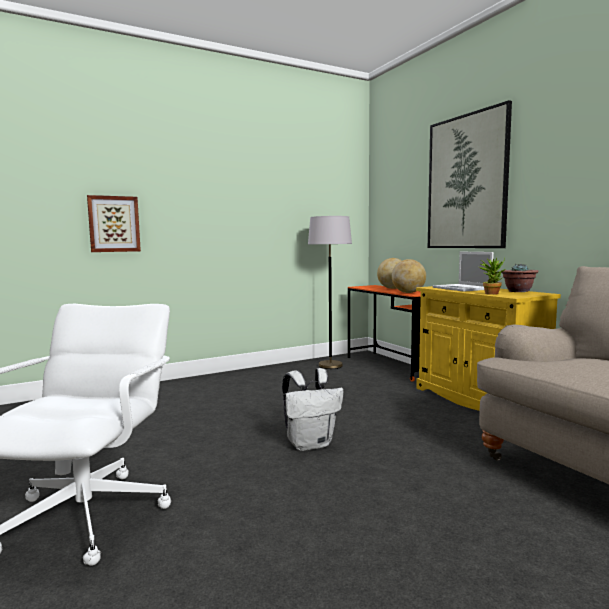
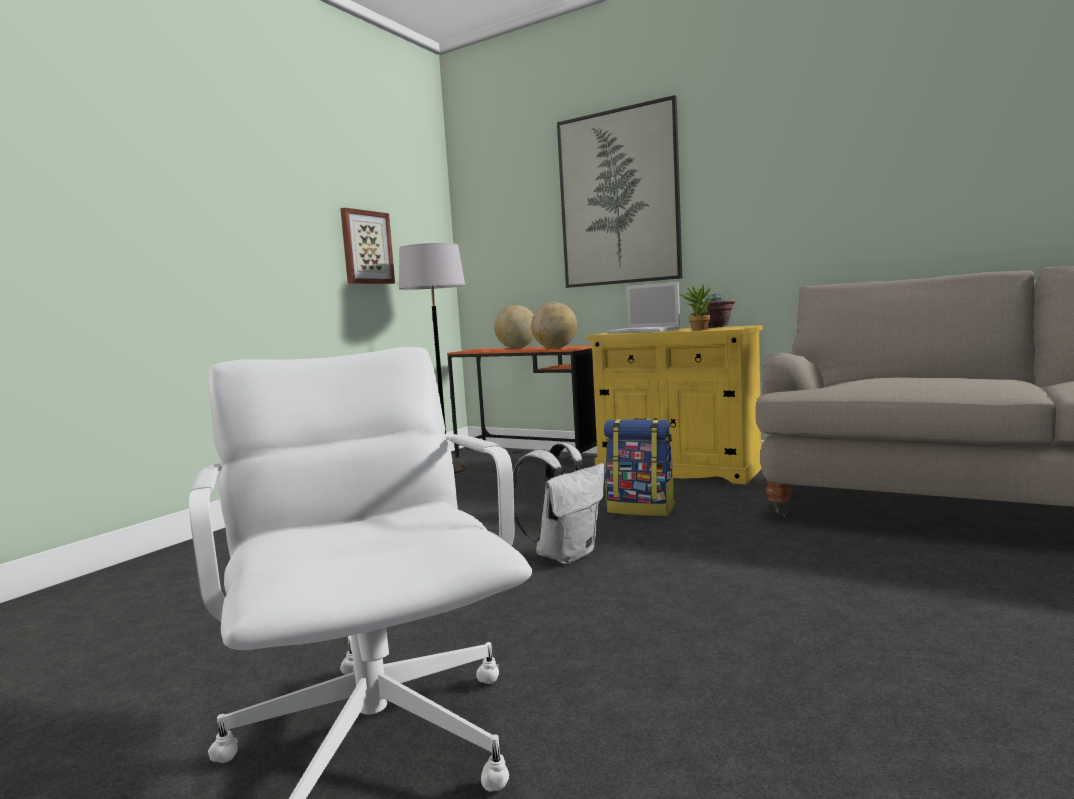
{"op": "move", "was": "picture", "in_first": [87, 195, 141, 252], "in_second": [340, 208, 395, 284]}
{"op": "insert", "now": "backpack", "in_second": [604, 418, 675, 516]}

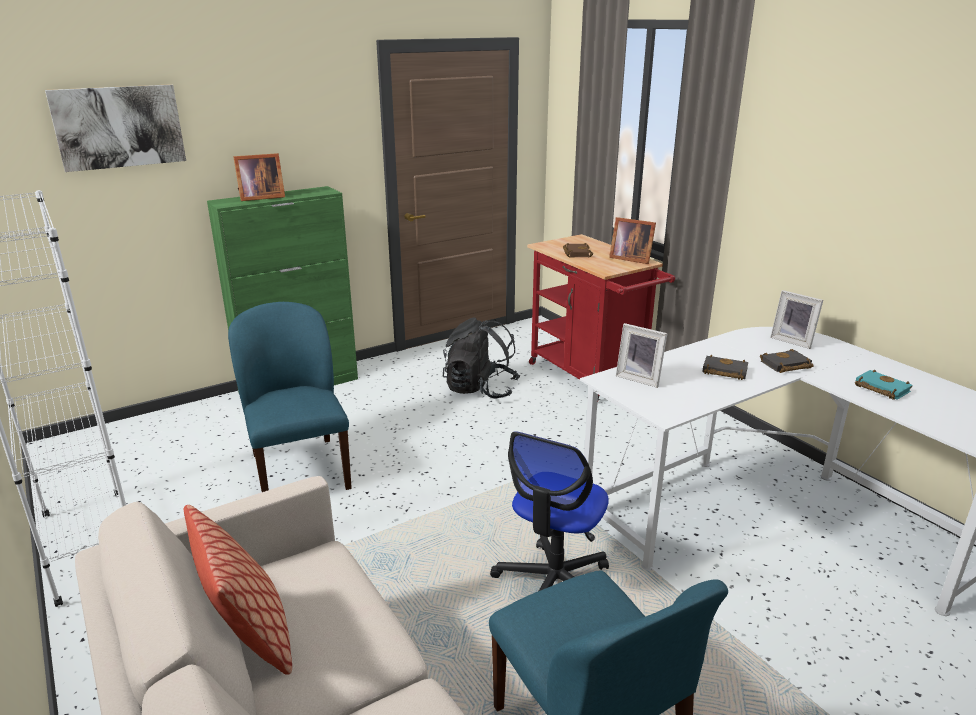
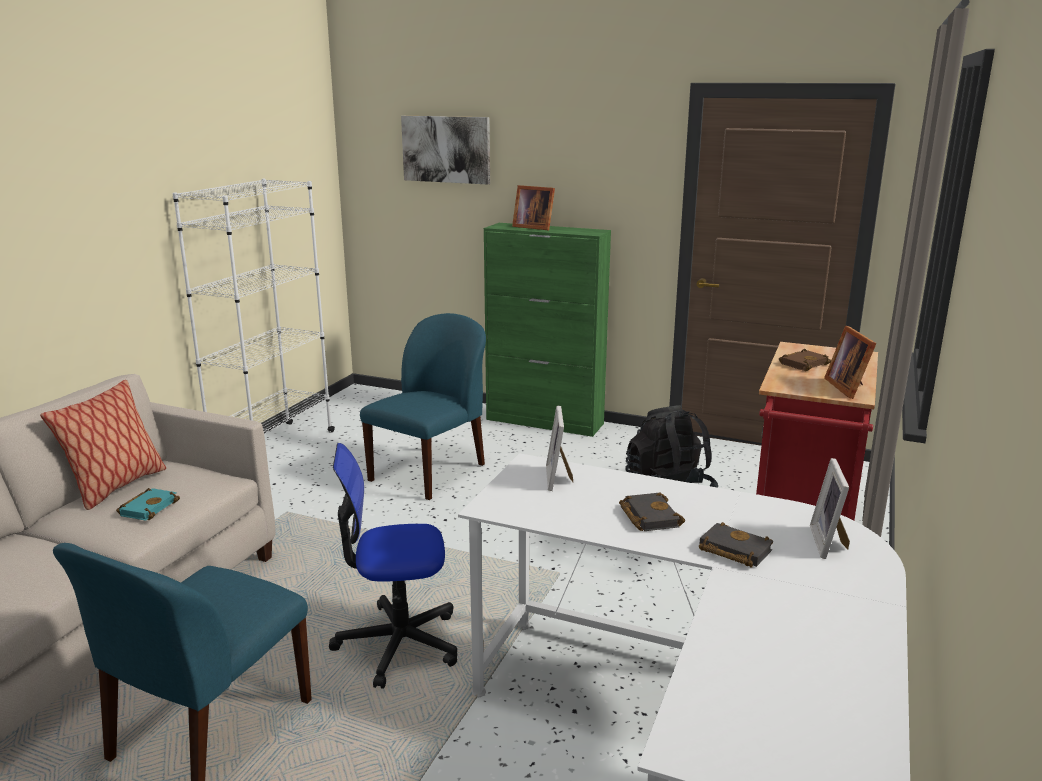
{"op": "move", "was": "book (turquoise)", "in_first": [855, 370, 913, 400], "in_second": [116, 488, 180, 521]}

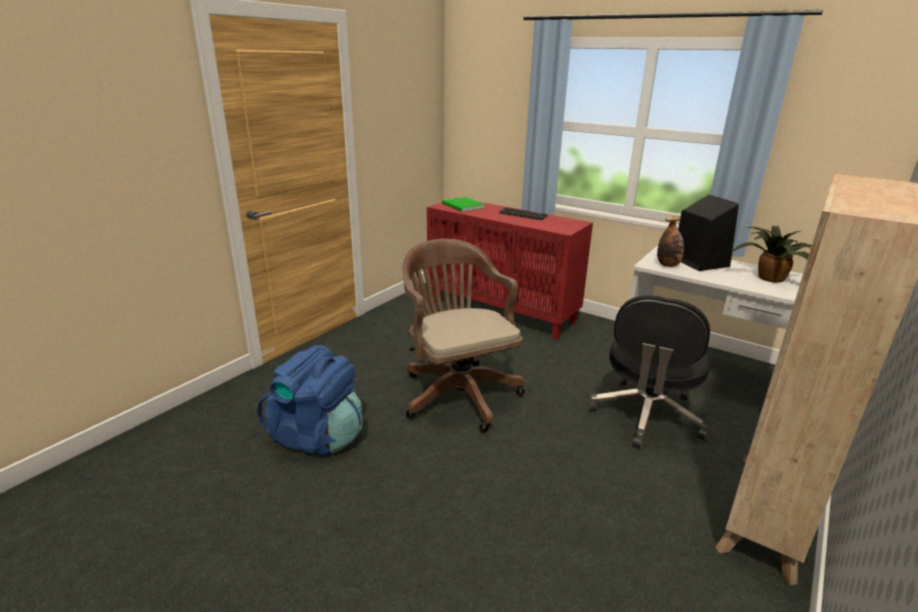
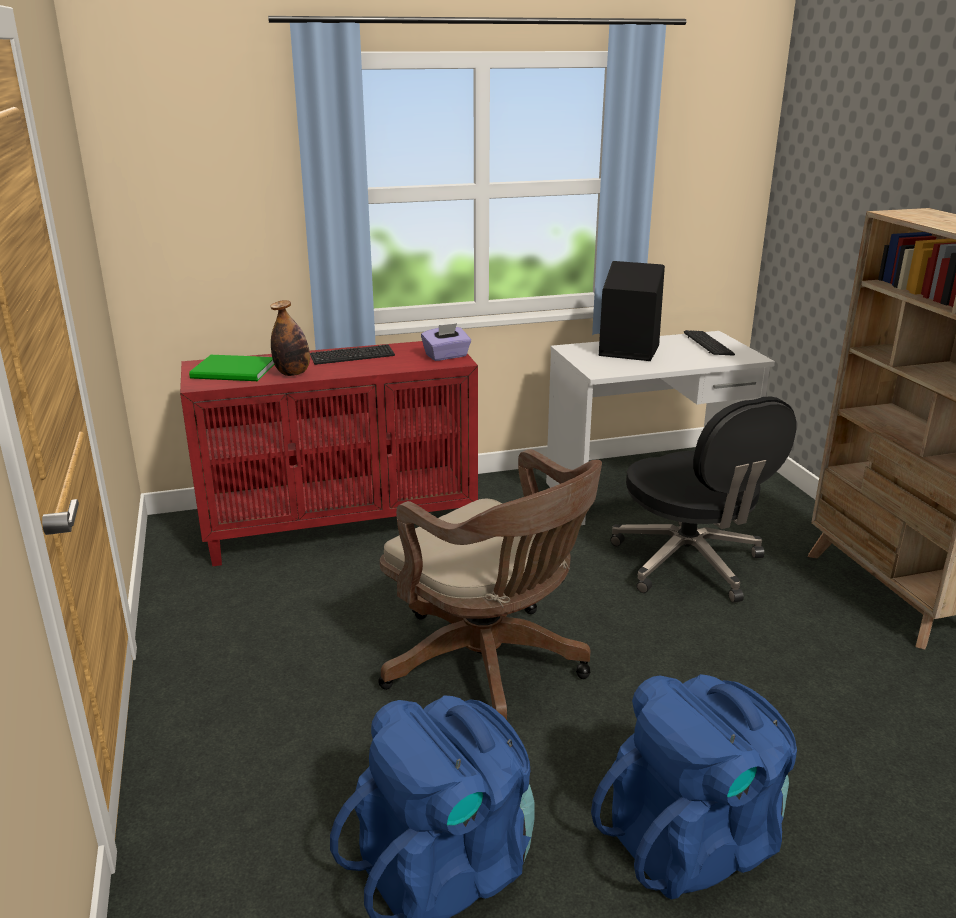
{"op": "move", "was": "bottle", "in_first": [657, 216, 684, 267], "in_second": [270, 300, 310, 376]}
{"op": "rotate", "was": "office chair (brown)", "in_first": [403, 239, 525, 433], "in_second": [378, 449, 602, 720], "clockwise": -150}
{"op": "insert", "now": "tissue box (purple)", "in_second": [421, 323, 471, 361]}
{"op": "insert", "now": "backpack (blue)", "in_second": [591, 674, 797, 899]}
{"op": "replace", "was": "potted plant", "now": "keyboard", "in_first": [732, 225, 812, 283], "in_second": [684, 330, 735, 355]}

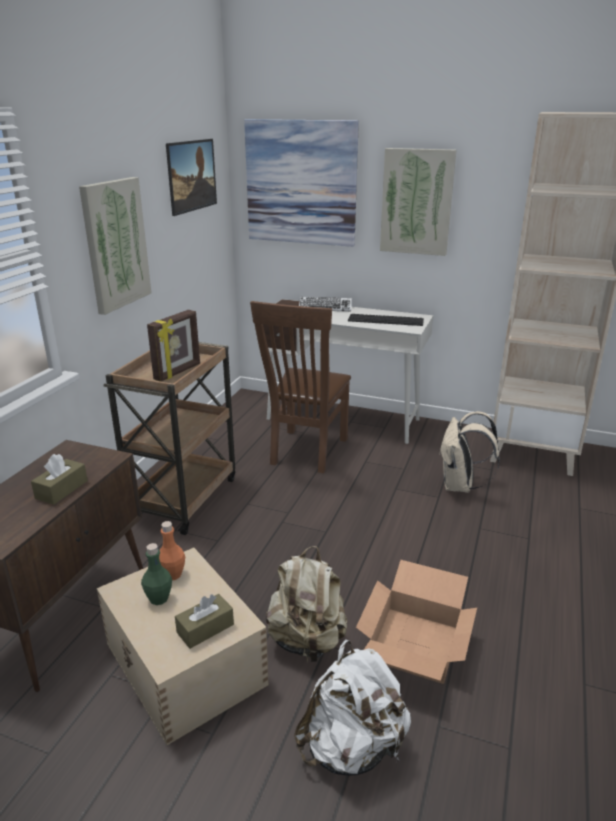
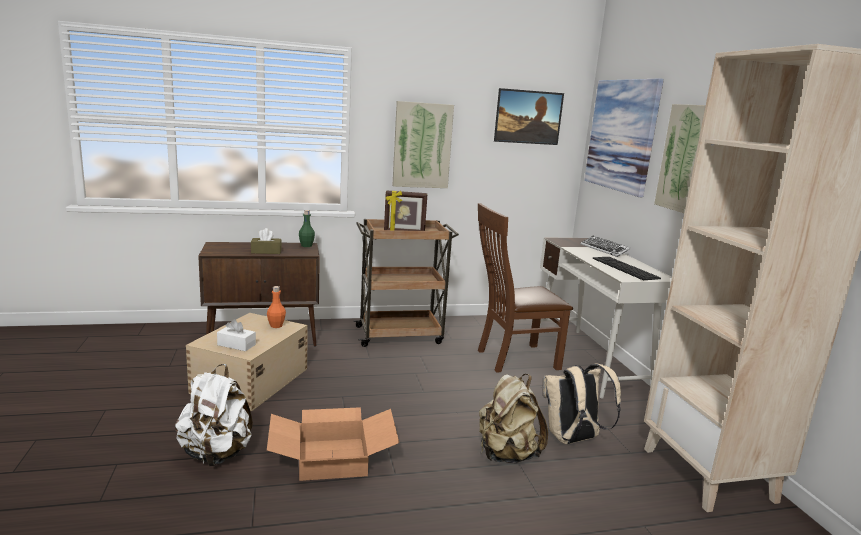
{"op": "recolor", "was": "tissue box (brown)", "now": "tissue box (white)", "in_first": [175, 594, 234, 649], "in_second": [217, 319, 256, 351]}
{"op": "move", "was": "bottle (green)", "in_first": [141, 543, 172, 605], "in_second": [299, 210, 315, 247]}
{"op": "move", "was": "backpack (beige)", "in_first": [266, 546, 347, 664], "in_second": [479, 374, 548, 463]}

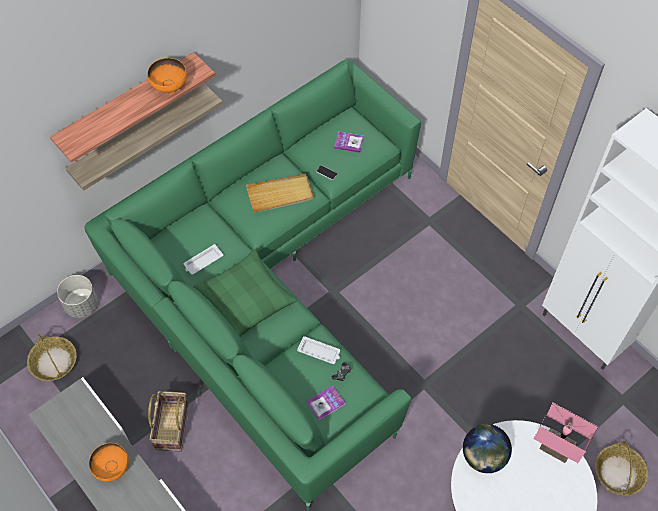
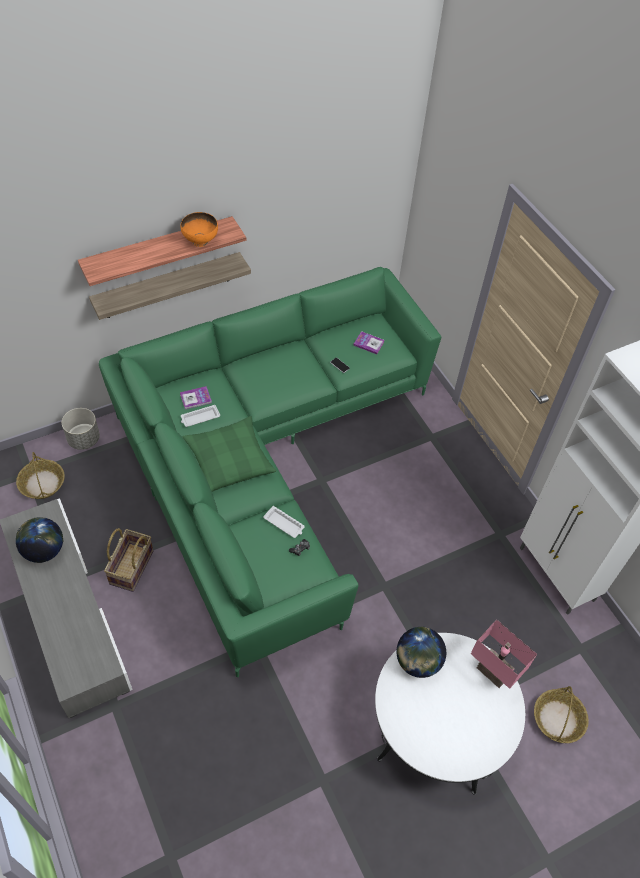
{"op": "insert", "now": "globe", "in_second": [16, 517, 64, 563]}
{"op": "move", "was": "book", "in_first": [307, 386, 346, 421], "in_second": [180, 386, 212, 409]}
{"op": "delete", "was": "bowl (orange)", "in_first": [89, 443, 129, 482]}
{"op": "delete", "was": "tray (beige)", "in_first": [246, 174, 314, 213]}

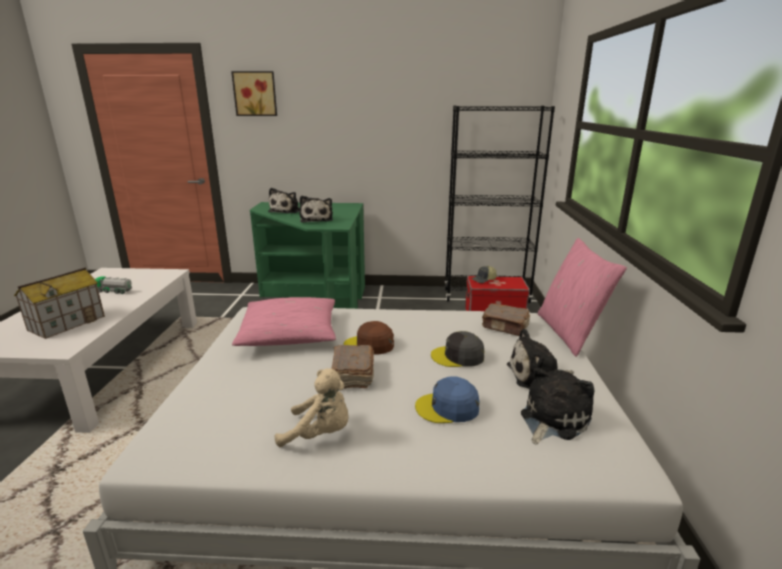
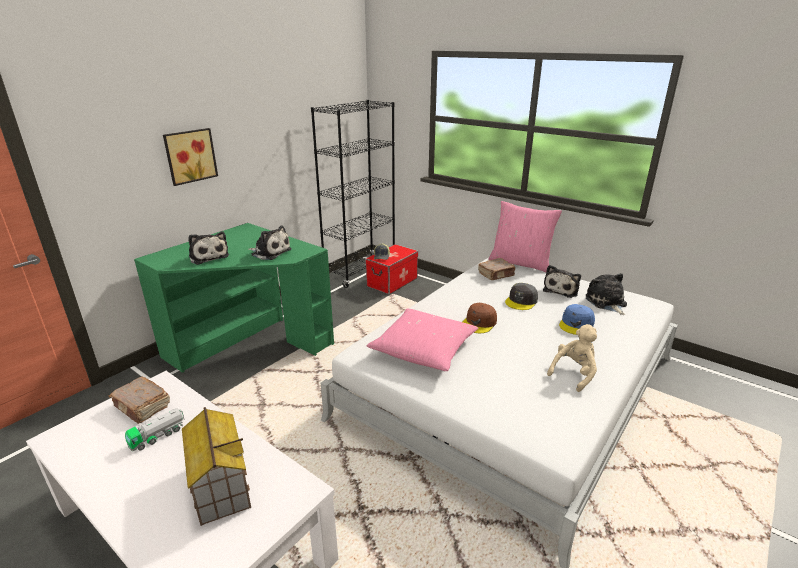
{"op": "move", "was": "book (brown)", "in_first": [331, 345, 374, 388], "in_second": [108, 377, 170, 424]}
{"op": "move", "was": "picture", "in_first": [231, 71, 277, 116], "in_second": [163, 128, 218, 186]}

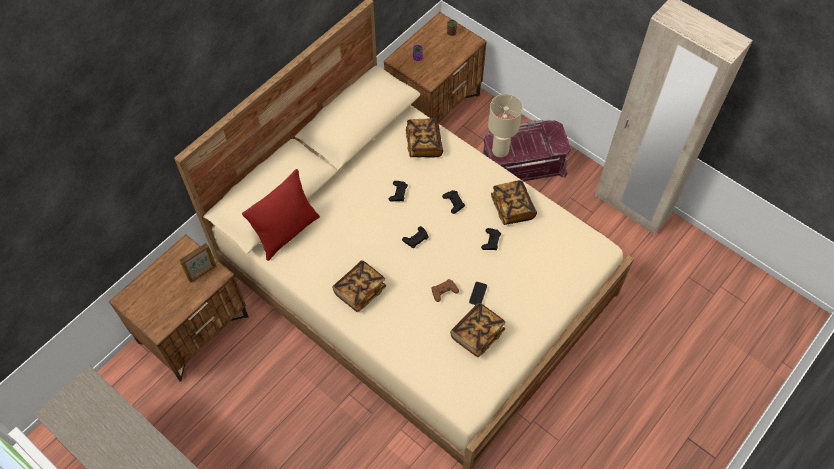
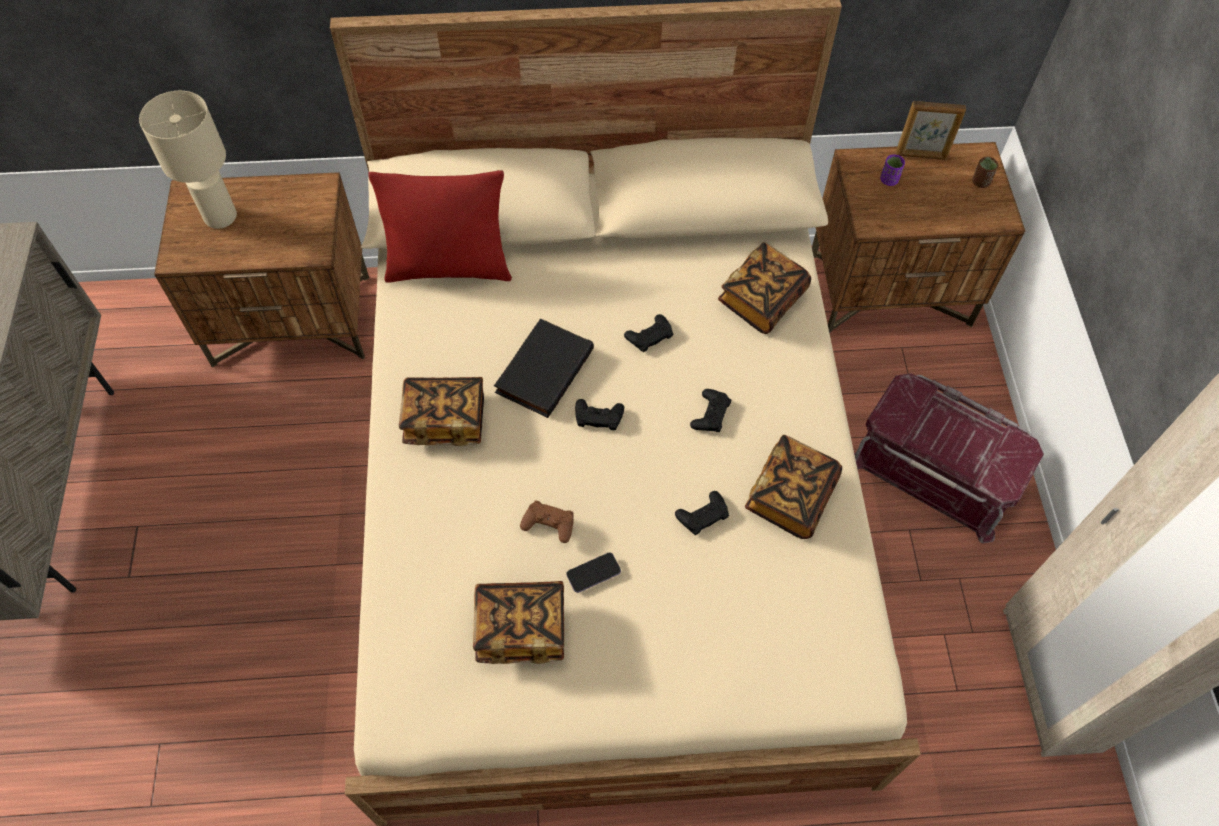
{"op": "move", "was": "table lamp (beige)", "in_first": [488, 94, 523, 157], "in_second": [139, 91, 237, 229]}
{"op": "insert", "now": "book (black)", "in_second": [494, 318, 594, 418]}
{"op": "move", "was": "picture frame", "in_first": [179, 243, 216, 283], "in_second": [896, 101, 966, 160]}

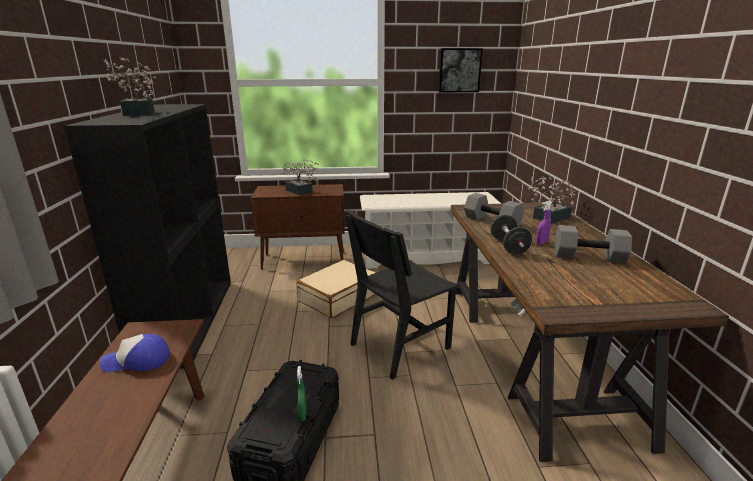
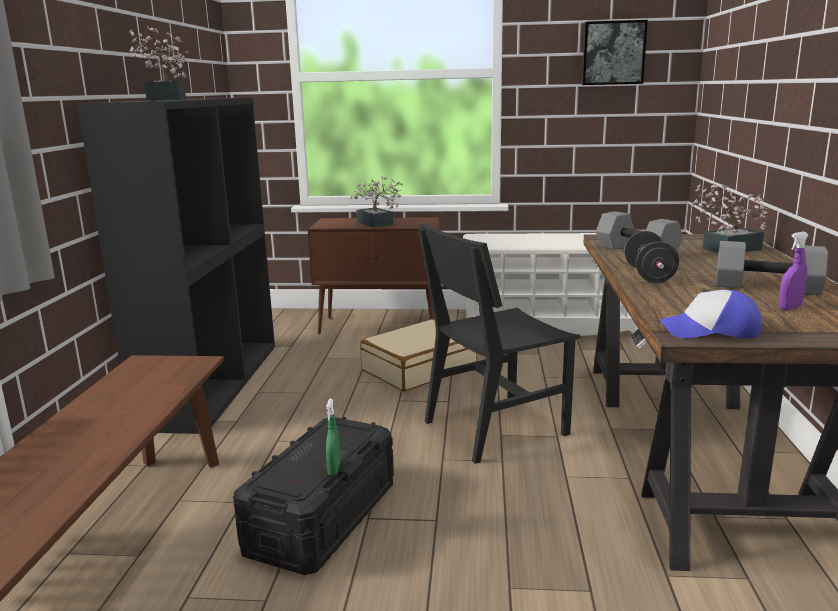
{"op": "move", "was": "cap", "in_first": [100, 334, 170, 372], "in_second": [659, 290, 762, 338]}
{"op": "move", "was": "spray bottle (purple)", "in_first": [536, 200, 552, 245], "in_second": [779, 232, 809, 310]}

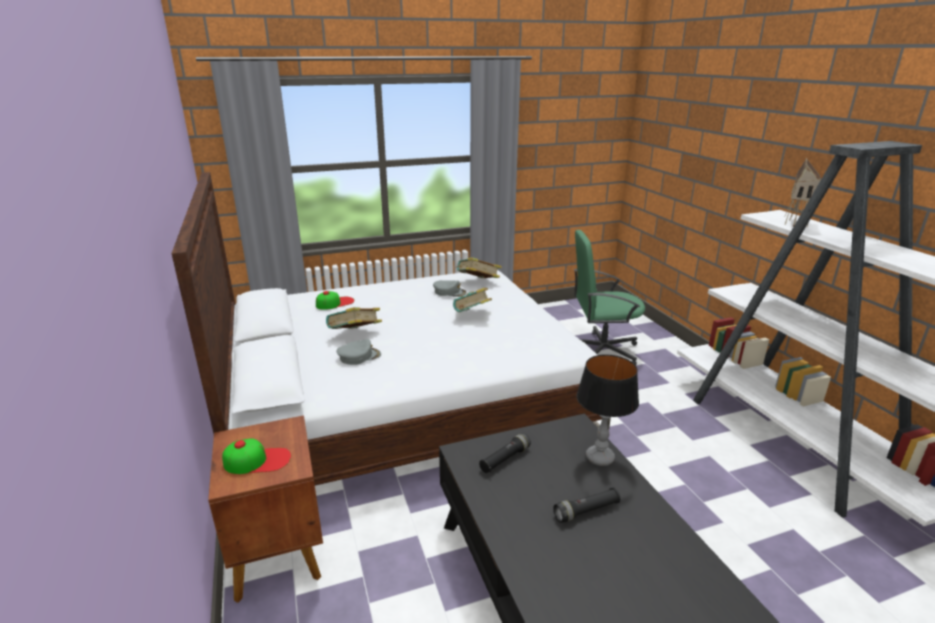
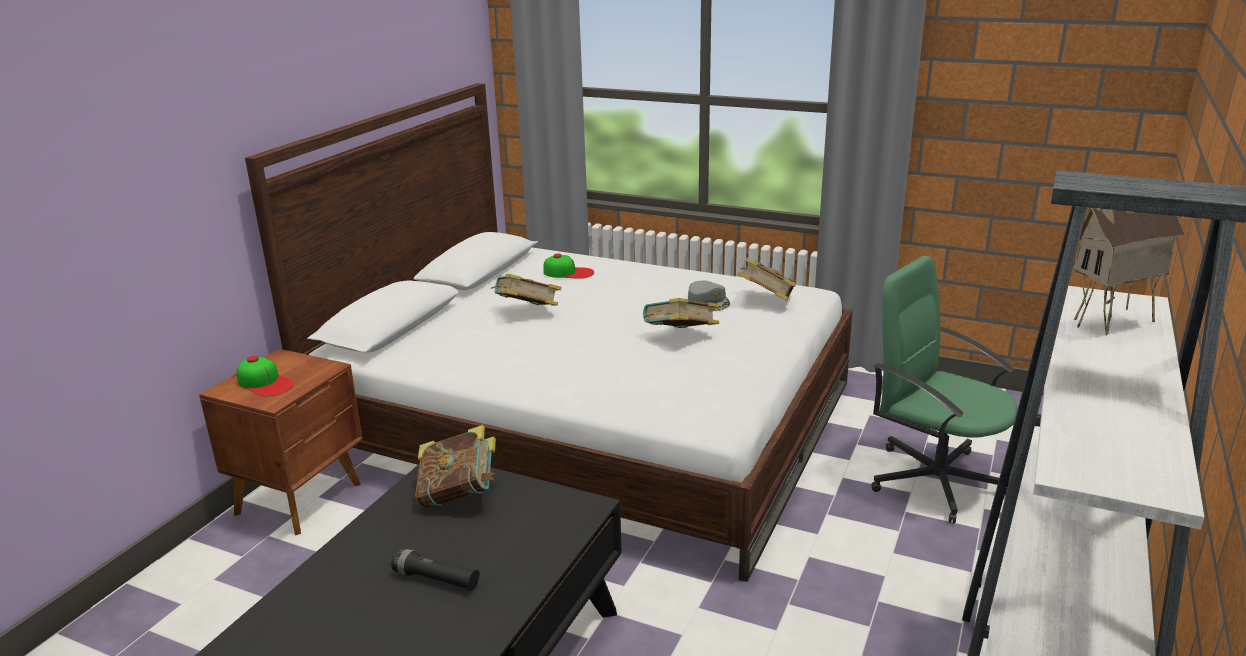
{"op": "replace", "was": "flashlight (black)", "now": "book", "in_first": [479, 433, 531, 473], "in_second": [415, 425, 496, 508]}
{"op": "delete", "was": "cap (grey)", "in_first": [336, 339, 381, 365]}
{"op": "delete", "was": "table lamp", "in_first": [576, 354, 639, 466]}

